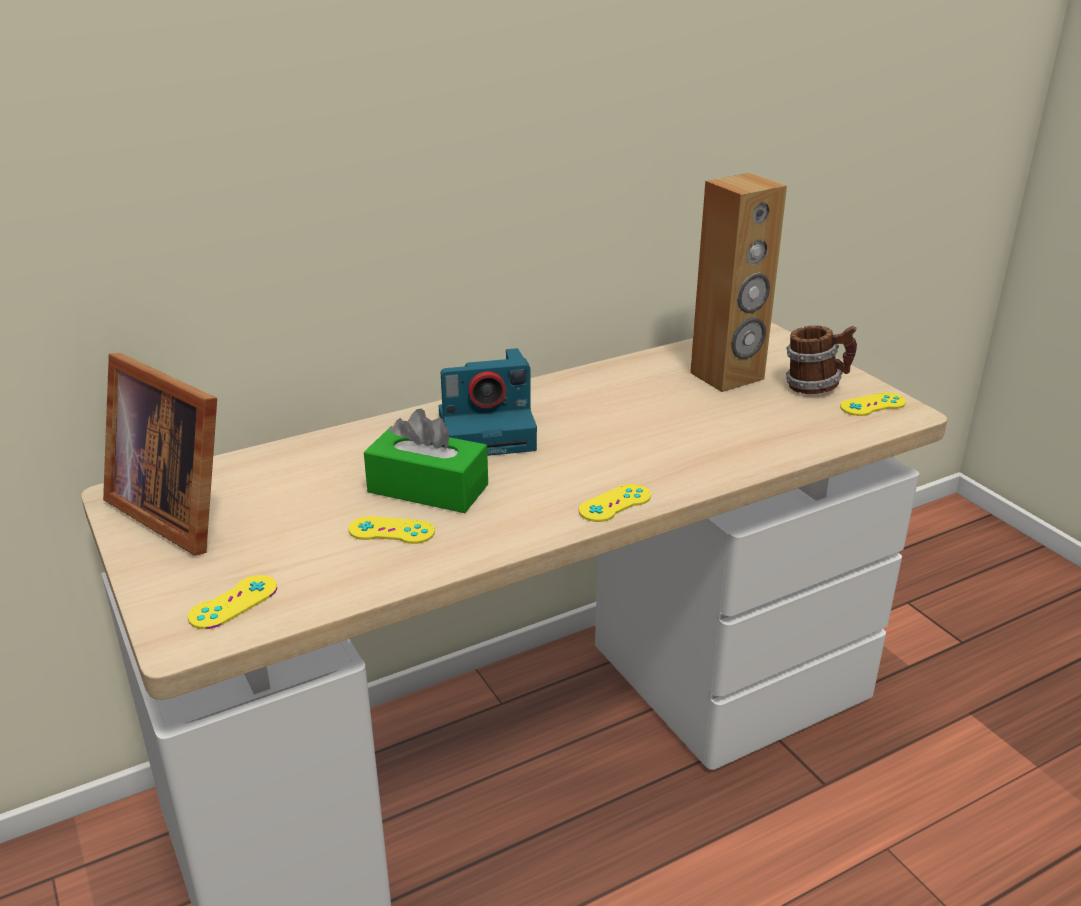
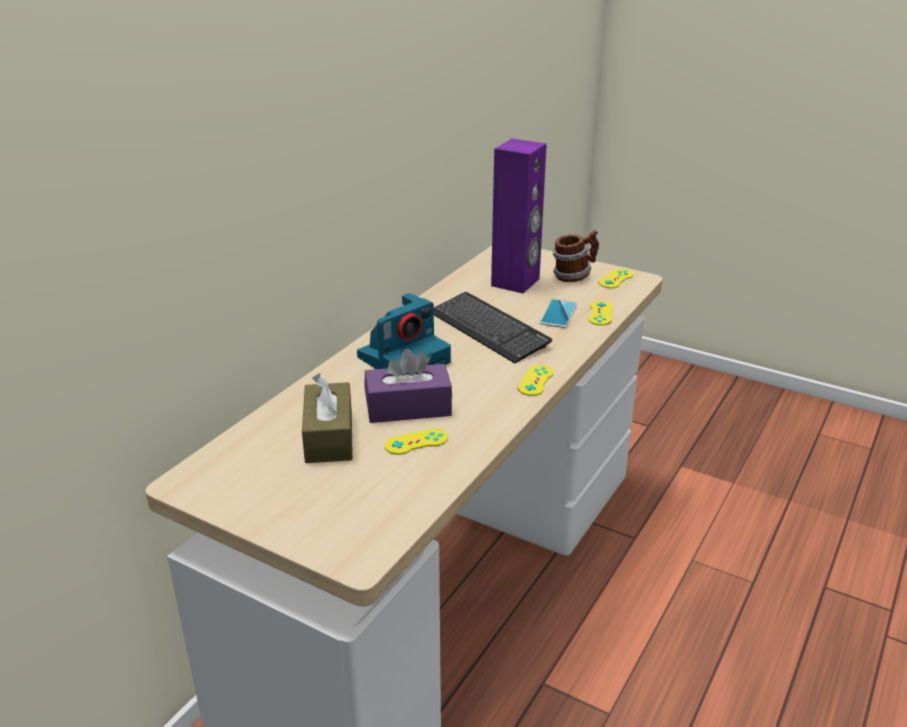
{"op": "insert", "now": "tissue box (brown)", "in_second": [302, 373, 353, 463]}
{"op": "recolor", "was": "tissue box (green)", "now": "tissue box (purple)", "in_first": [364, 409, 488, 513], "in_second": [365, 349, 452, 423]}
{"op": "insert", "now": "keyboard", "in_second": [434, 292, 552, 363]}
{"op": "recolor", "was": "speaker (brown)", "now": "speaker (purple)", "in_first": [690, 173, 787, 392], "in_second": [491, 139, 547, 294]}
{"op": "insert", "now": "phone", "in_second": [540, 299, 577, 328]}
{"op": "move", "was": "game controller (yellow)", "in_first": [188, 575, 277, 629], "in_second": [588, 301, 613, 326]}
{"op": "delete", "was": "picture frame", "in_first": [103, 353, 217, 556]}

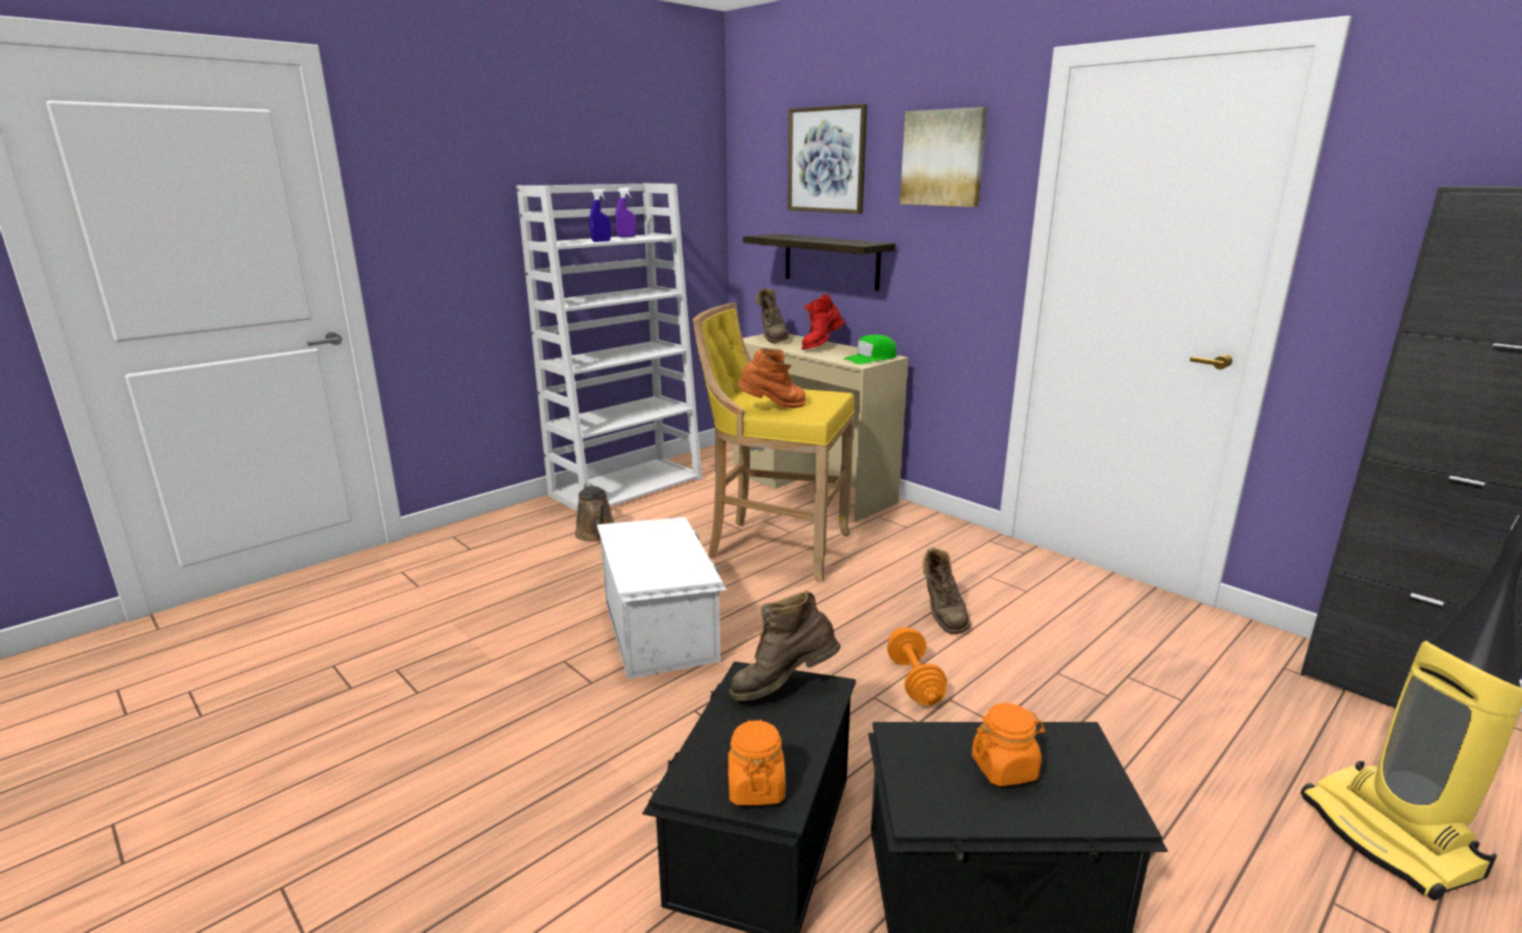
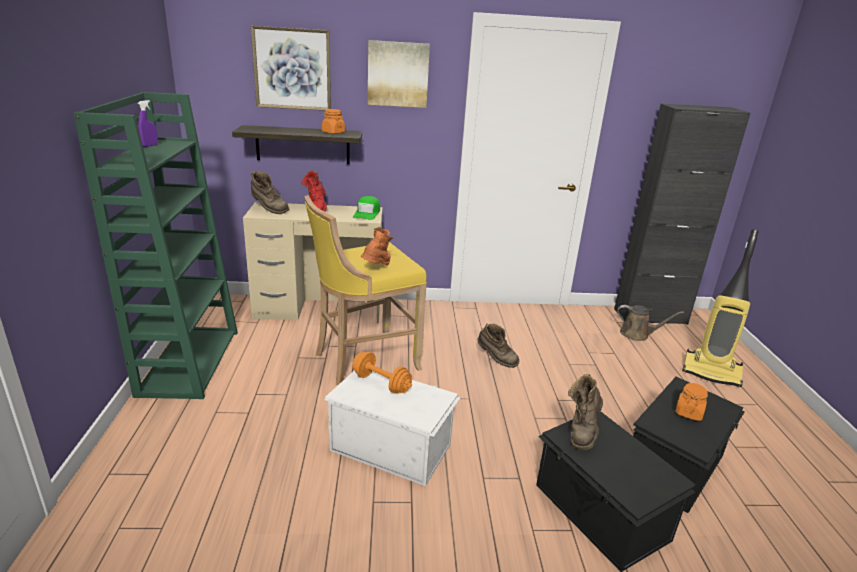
{"op": "recolor", "was": "bookcase (white)", "now": "bookcase (green)", "in_first": [517, 183, 702, 511], "in_second": [73, 92, 238, 399]}
{"op": "move", "was": "jar (orange)", "in_first": [728, 719, 785, 805], "in_second": [322, 109, 345, 134]}
{"op": "move", "was": "dumbbell (orange)", "in_first": [887, 627, 947, 706], "in_second": [352, 352, 412, 394]}
{"op": "move", "was": "watering can (brown)", "in_first": [575, 483, 614, 542], "in_second": [617, 305, 684, 341]}
{"op": "delete", "was": "spray bottle (blue)", "in_first": [590, 189, 611, 242]}

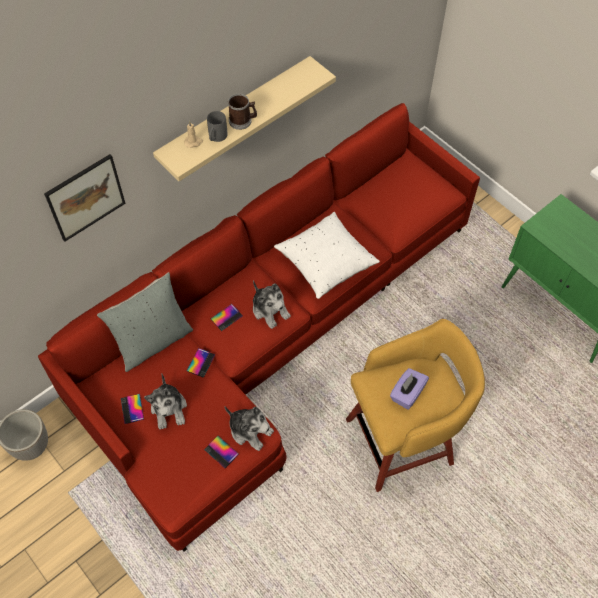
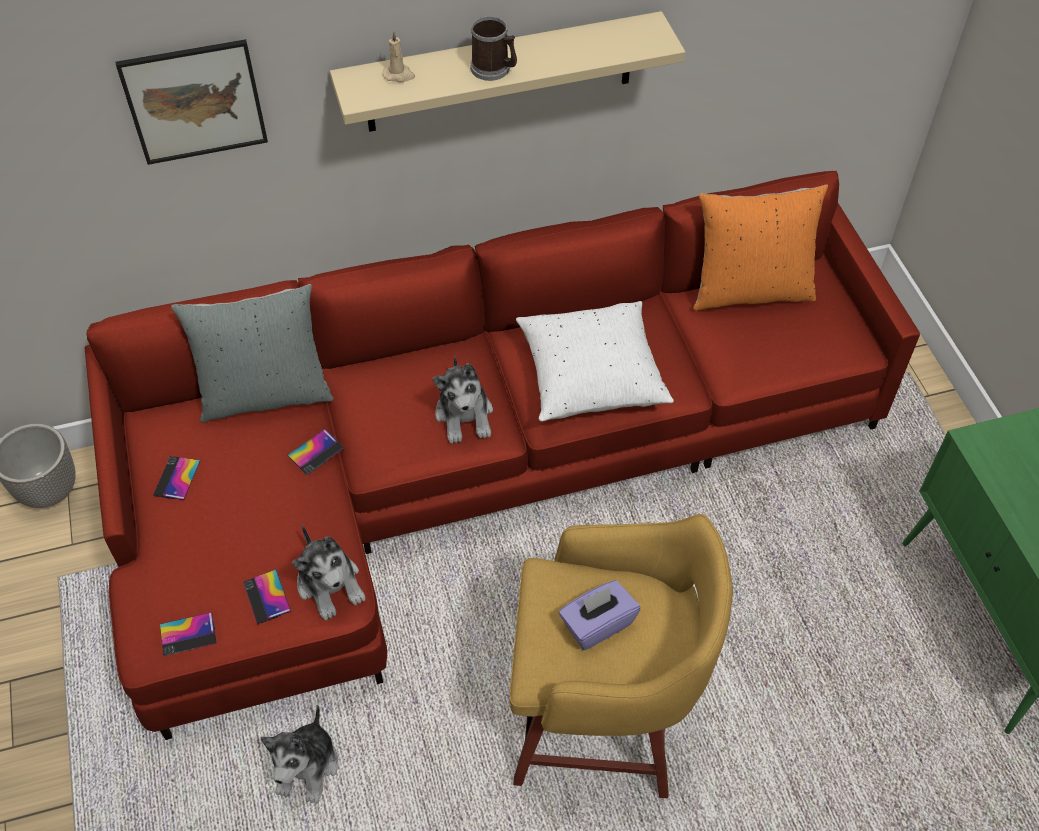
{"op": "move", "was": "phone", "in_first": [210, 304, 243, 331], "in_second": [160, 612, 217, 656]}
{"op": "move", "was": "plush toy", "in_first": [144, 374, 187, 430], "in_second": [260, 705, 338, 804]}
{"op": "insert", "now": "pillow (orange)", "in_second": [693, 185, 828, 311]}
{"op": "delete", "was": "mug (grey)", "in_first": [207, 111, 227, 142]}

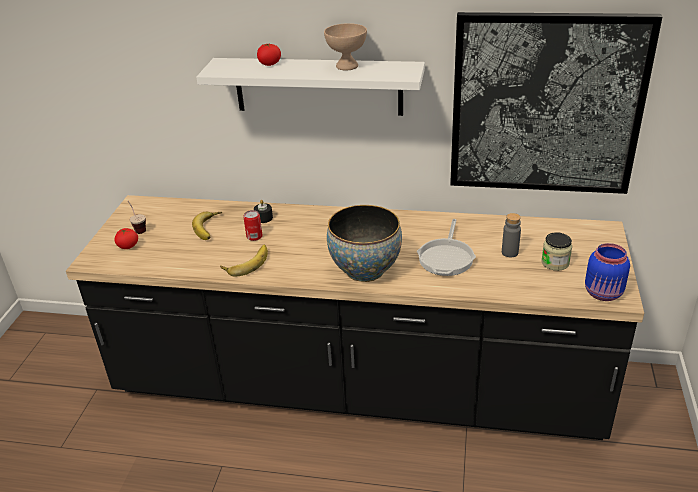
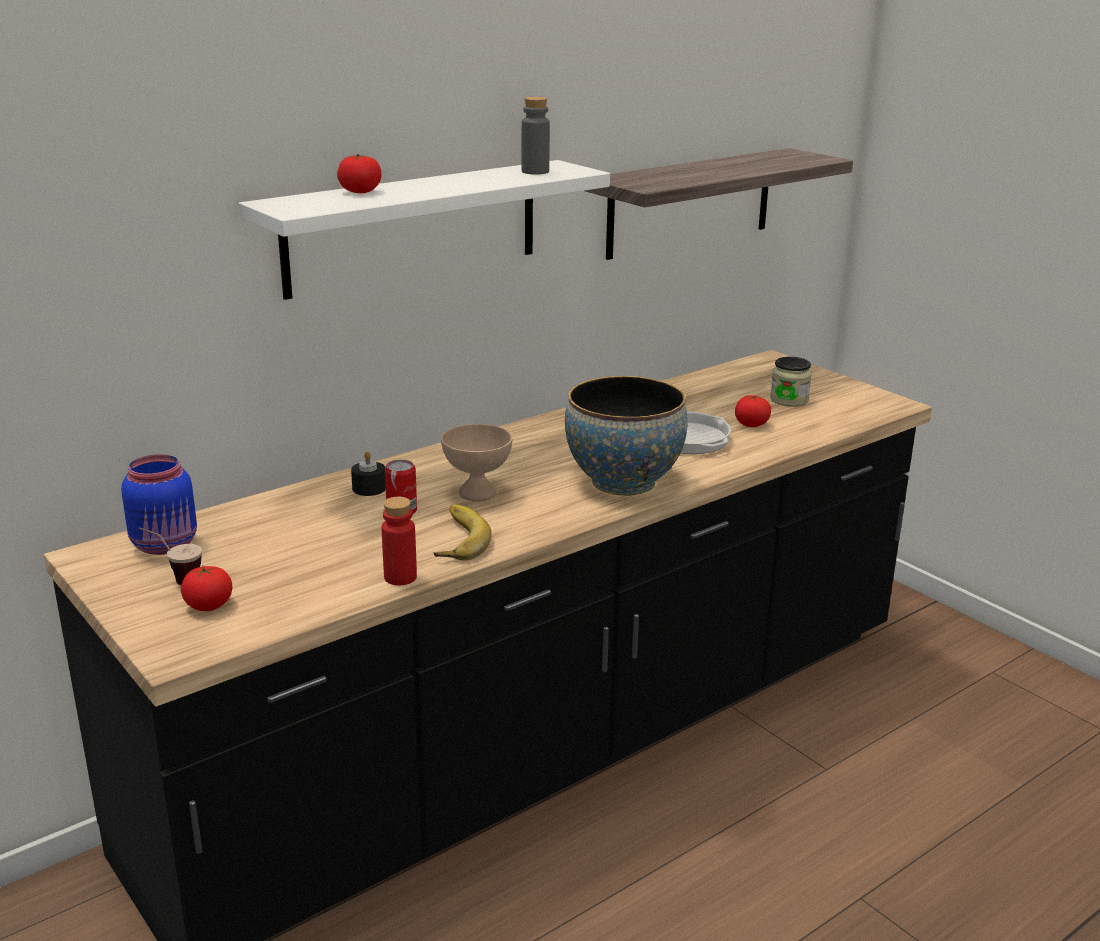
{"op": "move", "was": "jar (blue)", "in_first": [585, 243, 630, 301], "in_second": [121, 454, 197, 555]}
{"op": "insert", "now": "bottle (red)", "in_second": [382, 497, 417, 585]}
{"op": "move", "was": "bowl (beige)", "in_first": [324, 23, 367, 71], "in_second": [441, 424, 512, 501]}
{"op": "move", "was": "bottle (grey)", "in_first": [502, 213, 521, 257], "in_second": [522, 97, 550, 175]}
{"op": "replace", "was": "picture", "now": "shelf", "in_first": [450, 12, 662, 194], "in_second": [585, 148, 853, 260]}
{"op": "insert", "now": "tomato", "in_second": [735, 395, 771, 427]}
{"op": "delete", "was": "banana", "in_first": [192, 212, 222, 240]}

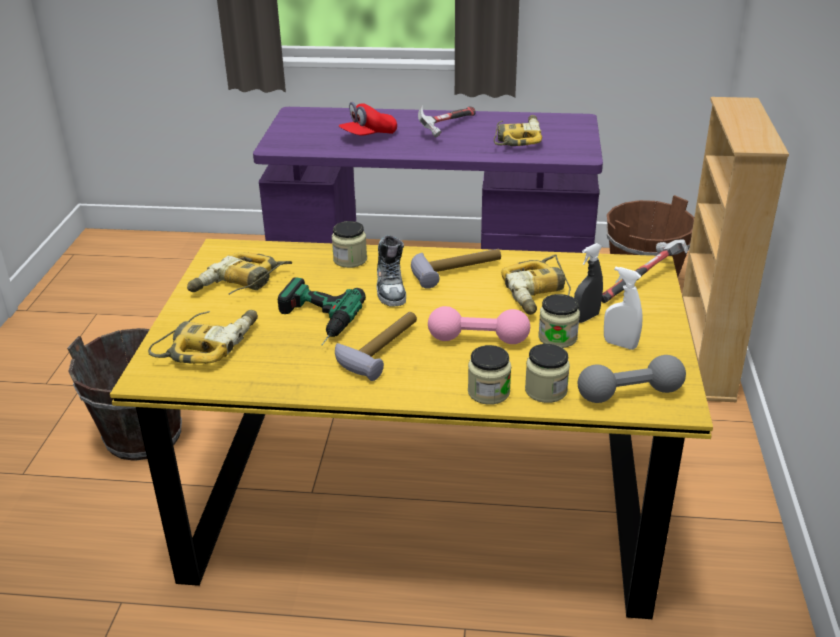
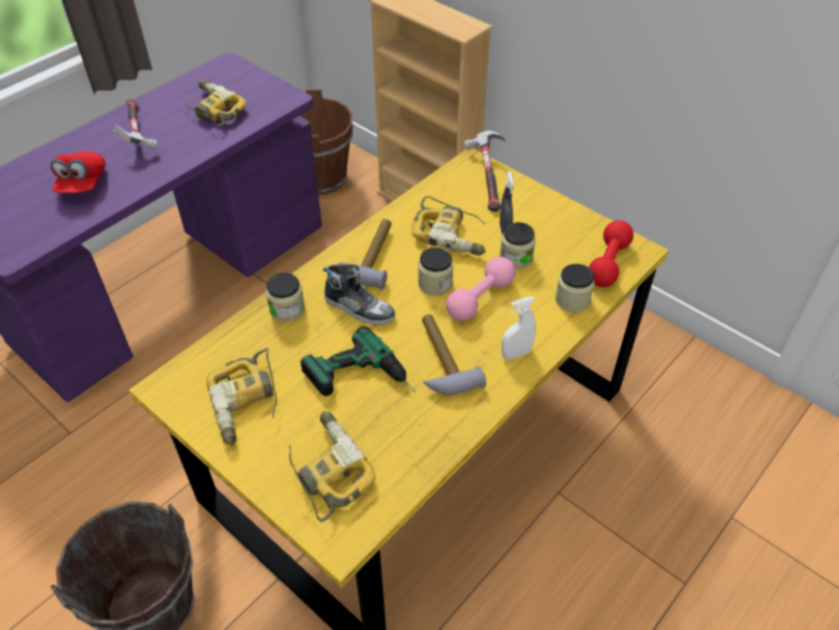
{"op": "move", "was": "jar", "in_first": [468, 345, 511, 405], "in_second": [418, 248, 453, 296]}
{"op": "move", "was": "spray bottle (white)", "in_first": [604, 266, 643, 350], "in_second": [502, 297, 536, 360]}
{"op": "recolor", "was": "dumbbell (grey)", "now": "dumbbell (red)", "in_first": [578, 355, 686, 403], "in_second": [589, 220, 634, 287]}

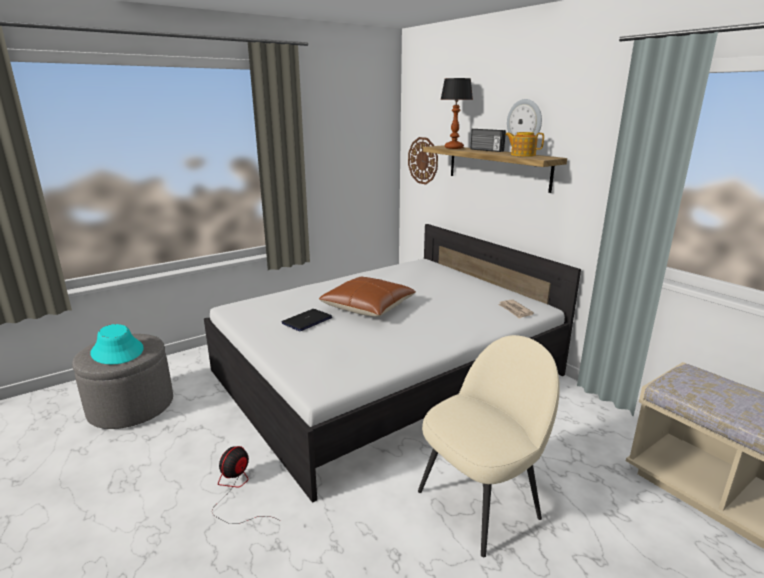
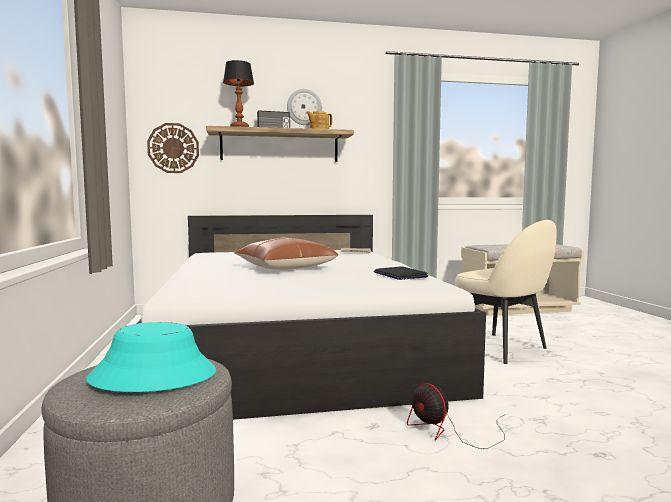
{"op": "move", "was": "laptop", "in_first": [281, 309, 332, 331], "in_second": [374, 266, 428, 280]}
{"op": "rotate", "was": "chair (beige)", "in_first": [418, 335, 560, 557], "in_second": [455, 220, 557, 364], "clockwise": 150}

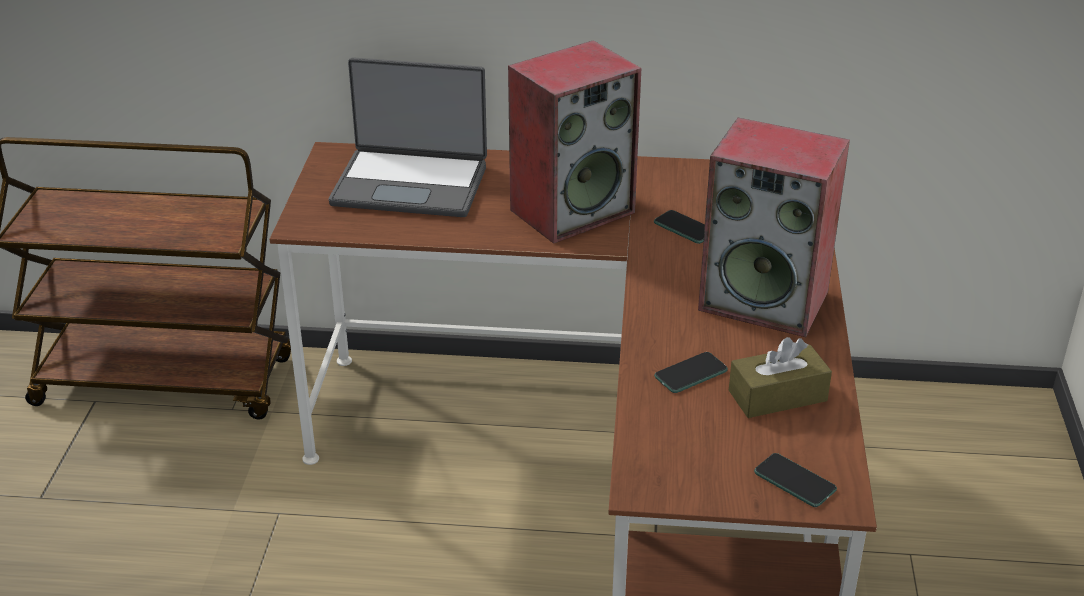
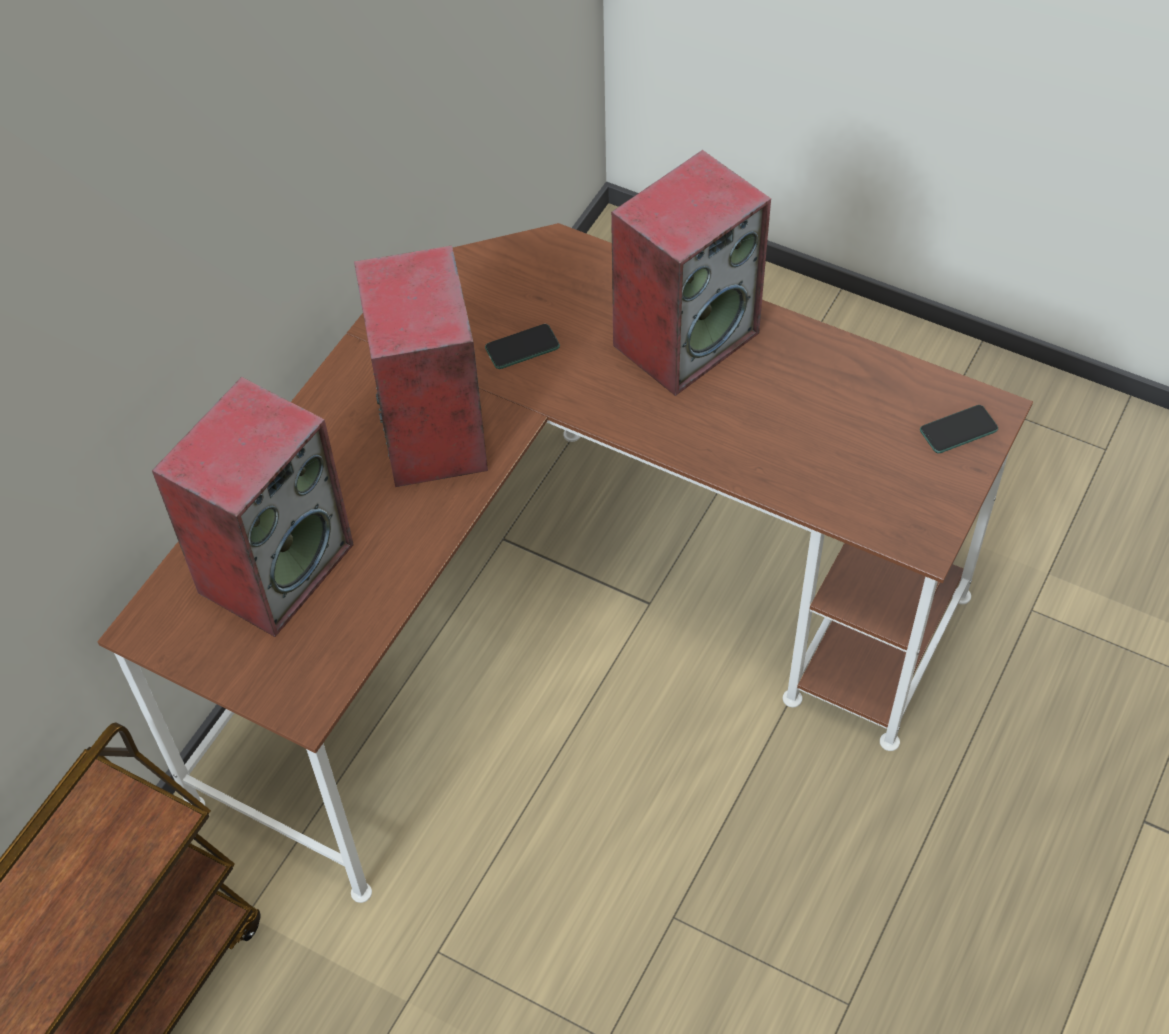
{"op": "replace", "was": "laptop", "now": "speaker", "in_first": [329, 57, 487, 217], "in_second": [152, 377, 354, 637]}
{"op": "delete", "was": "phone", "in_first": [654, 352, 728, 393]}
{"op": "delete", "was": "tissue box (brown)", "in_first": [729, 337, 832, 418]}

